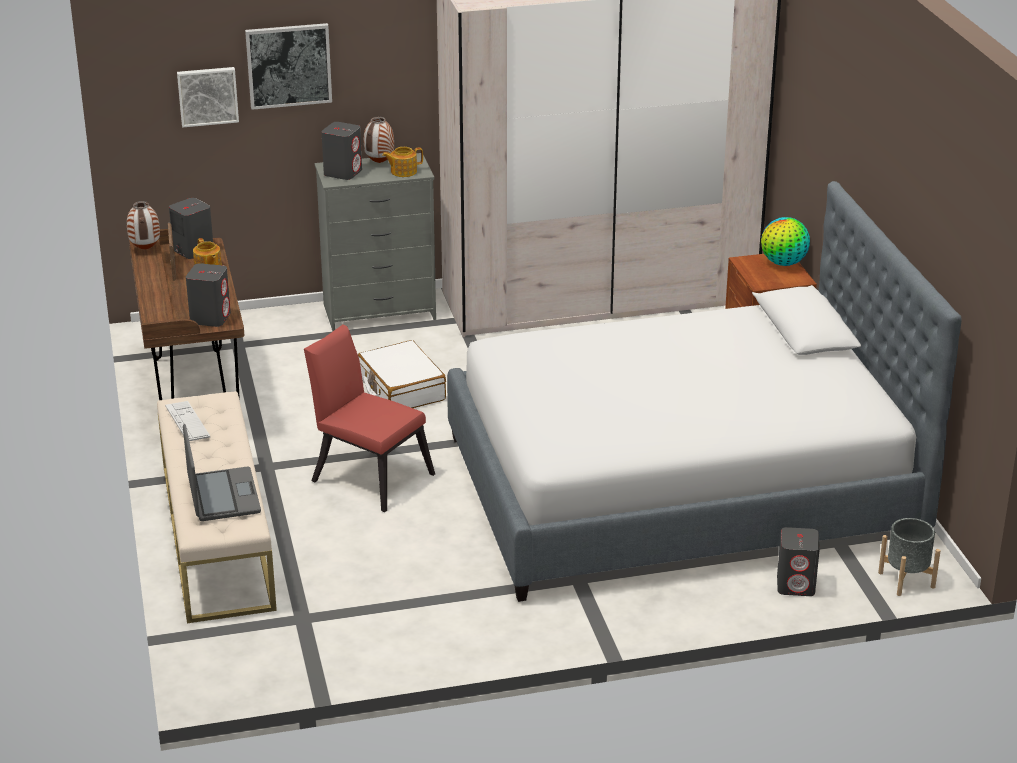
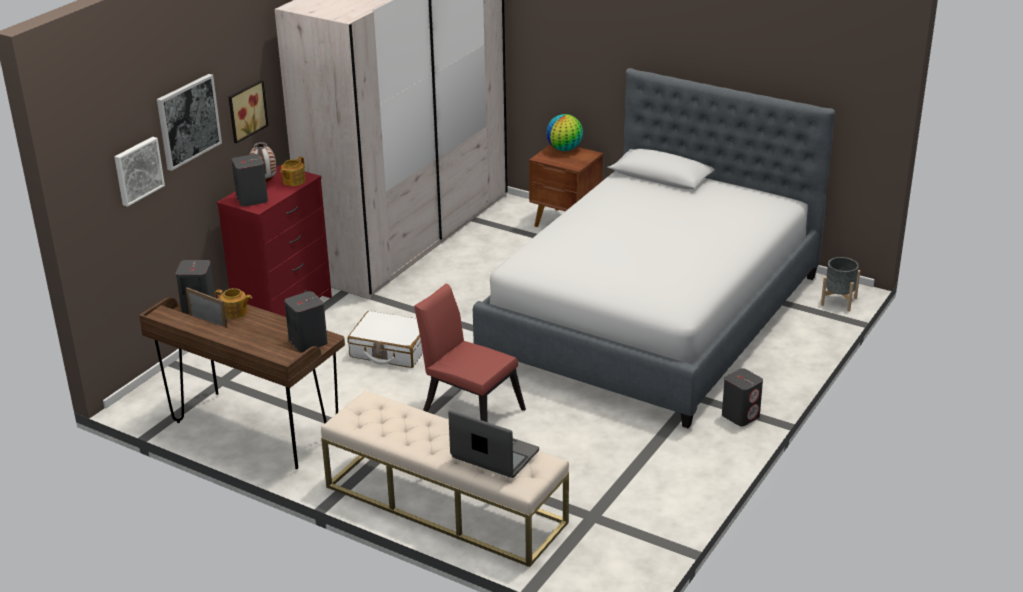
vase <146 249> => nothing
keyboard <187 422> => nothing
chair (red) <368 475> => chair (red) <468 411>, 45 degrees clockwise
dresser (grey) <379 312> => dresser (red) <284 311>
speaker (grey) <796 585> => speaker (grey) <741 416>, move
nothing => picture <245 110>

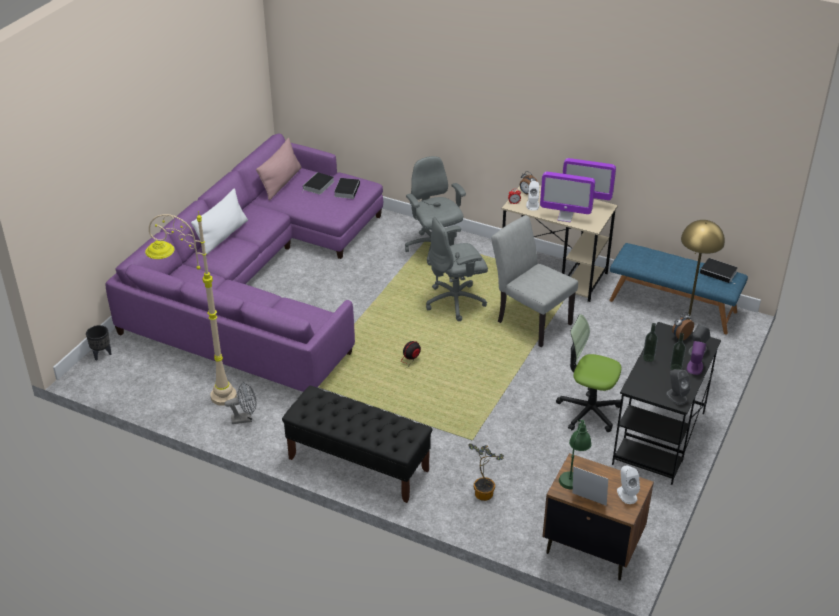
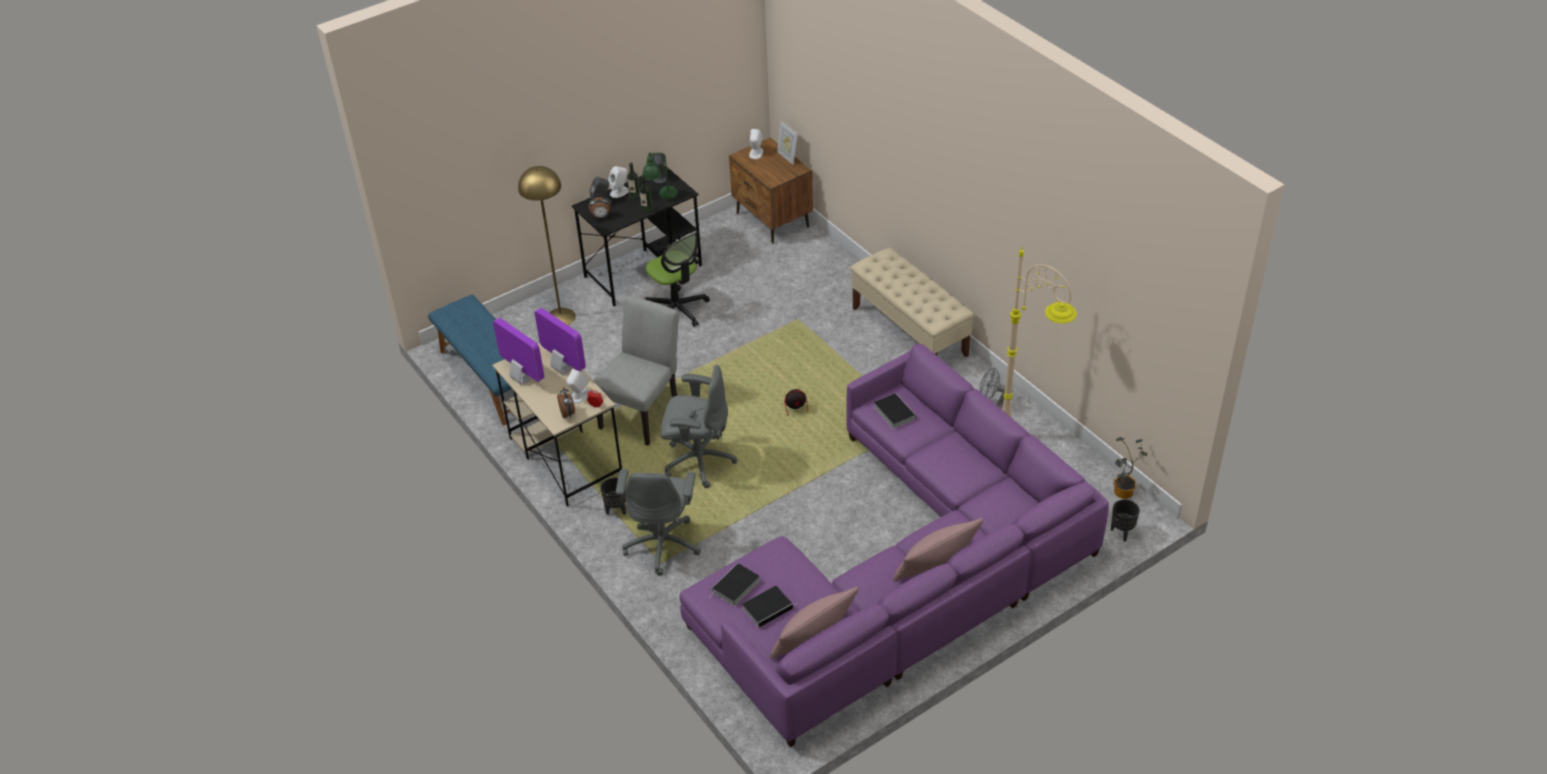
pillow (white) <222 236> => pillow (pink) <936 564>
bench (black) <358 464> => bench (beige) <910 331>
potted plant <484 492> => potted plant <1122 494>, move
chair (grey) <530 320> => chair (grey) <643 412>, 135 degrees counterclockwise
table lamp (green) <573 474> => table lamp (green) <661 196>, move
speaker (purple) <694 367> => speaker (white) <619 192>
book <719 273> => book <893 412>, move
nothing => planter (black) <616 510>

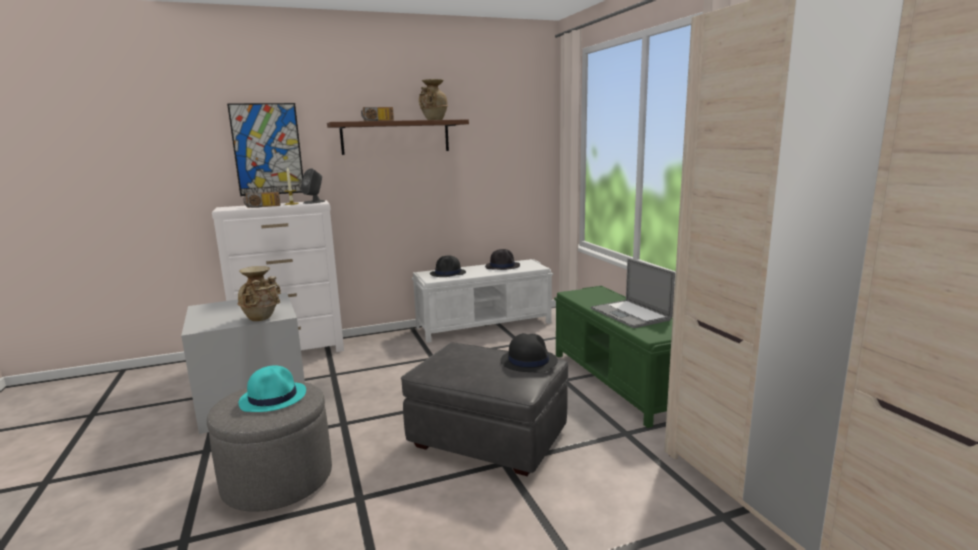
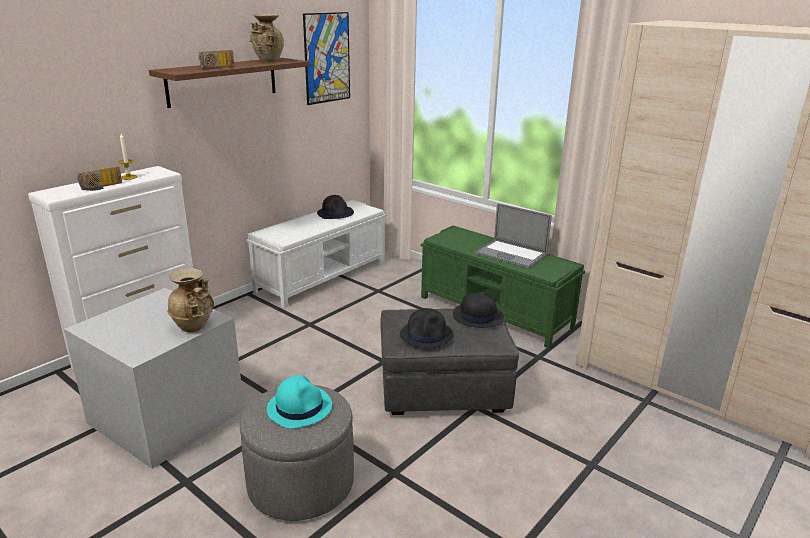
picture <267 149> => picture <327 58>, move
speaker (grey) <314 202> => nothing
hat (black) <448 273> => hat (black) <427 335>, move

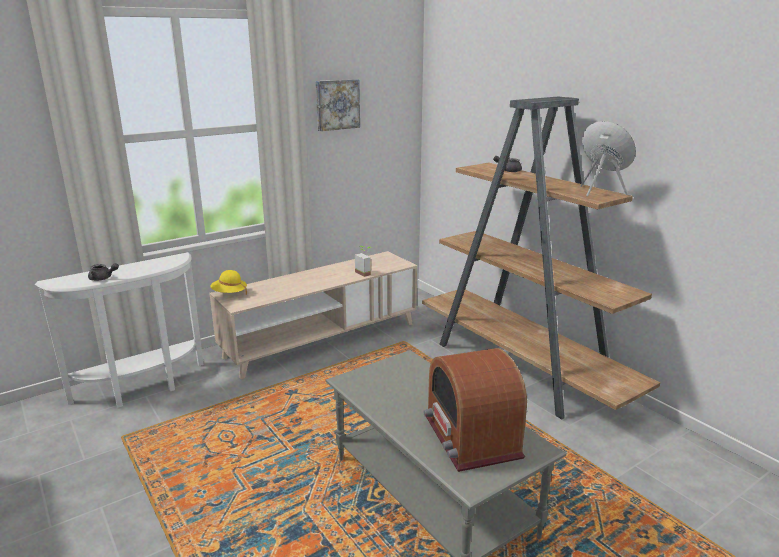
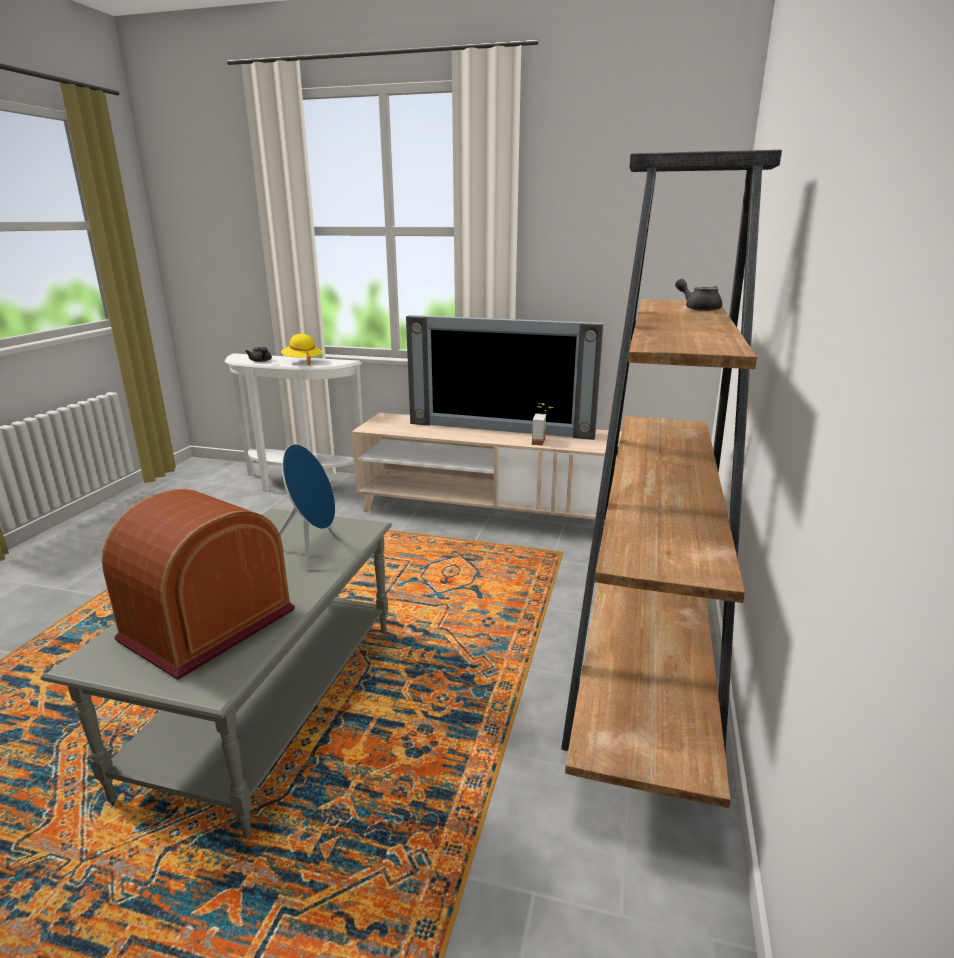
hat (yellow) <229 294> => hat (yellow) <302 362>, move
picture <337 104> => nothing
speaker (blue) <600 191> => speaker (blue) <312 550>, move
nothing => television <501 428>

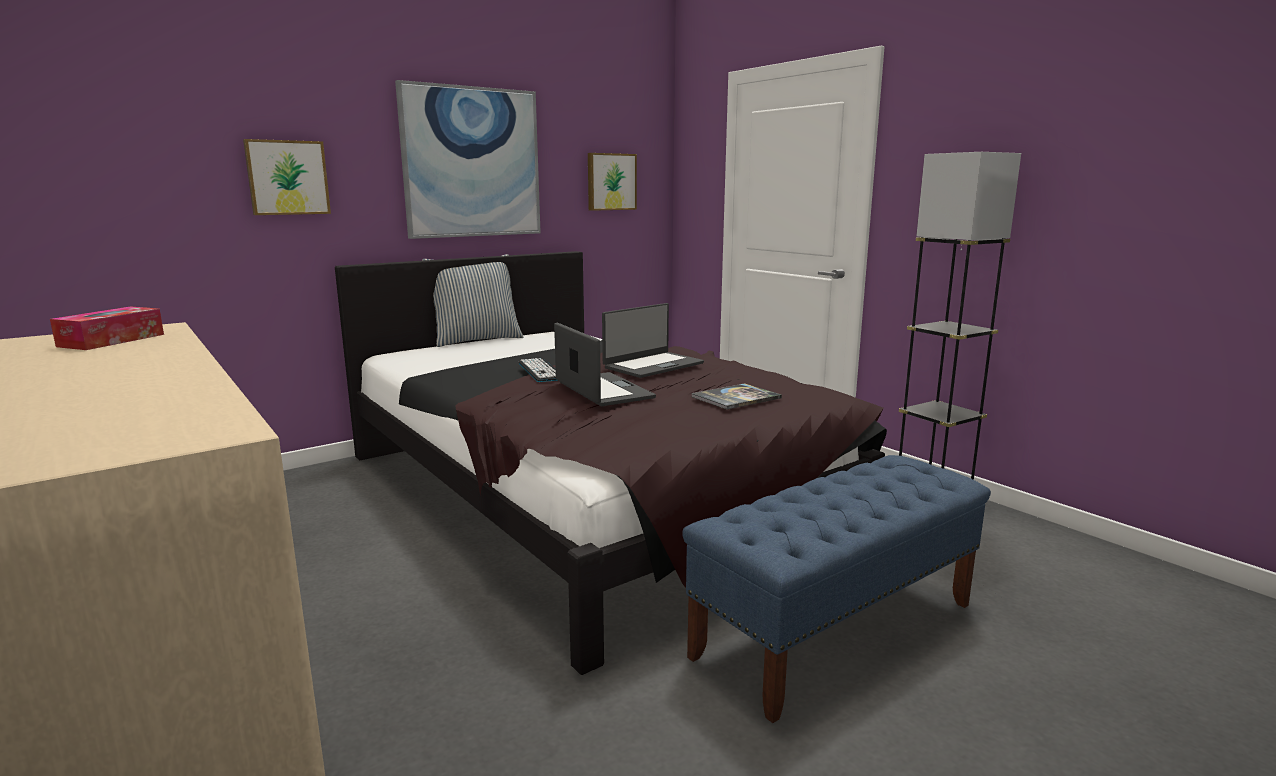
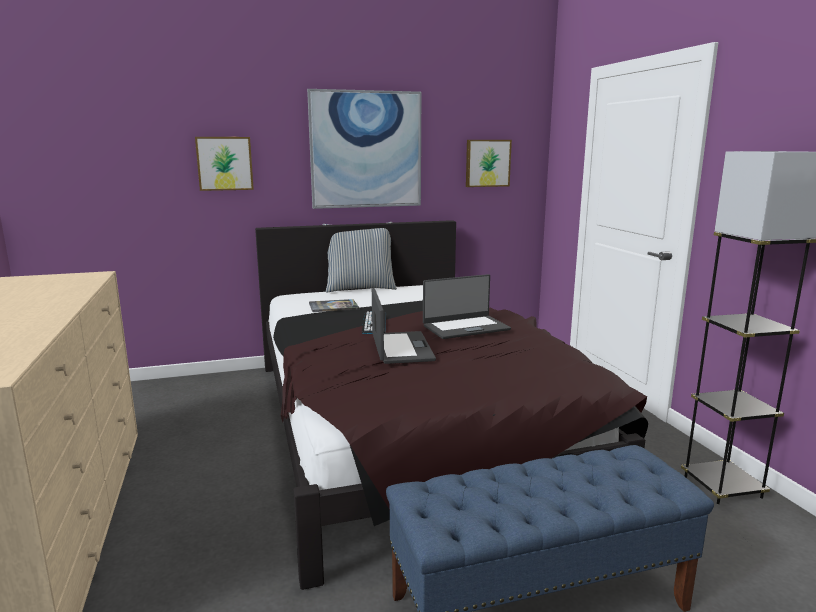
tissue box <112 340> => nothing
book <736 398> => book <333 306>, move

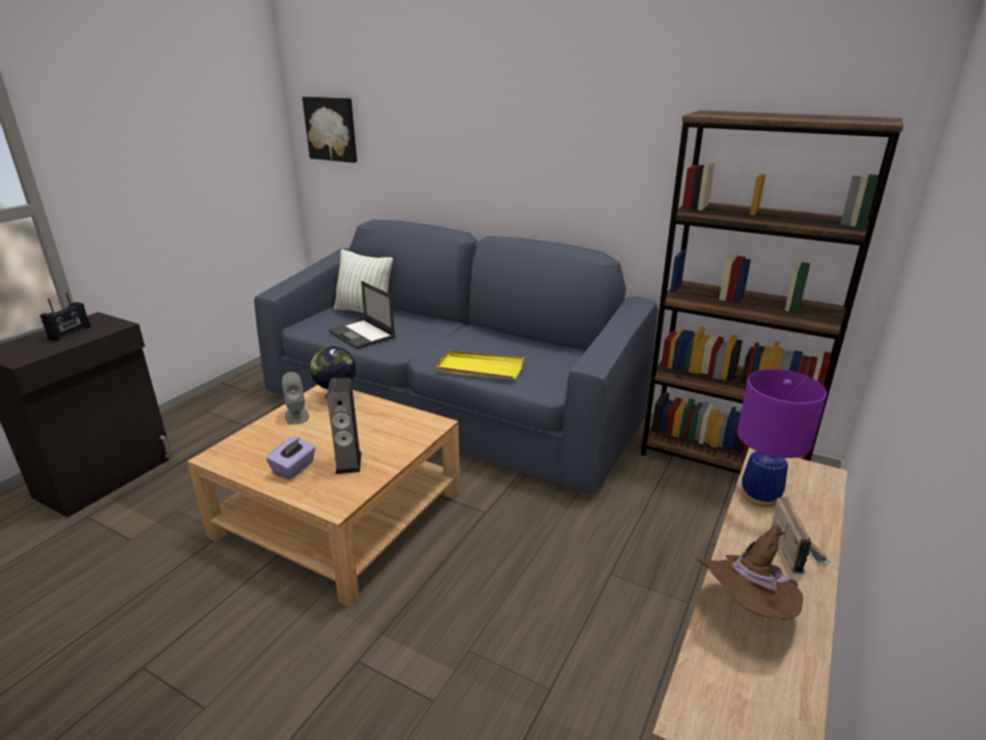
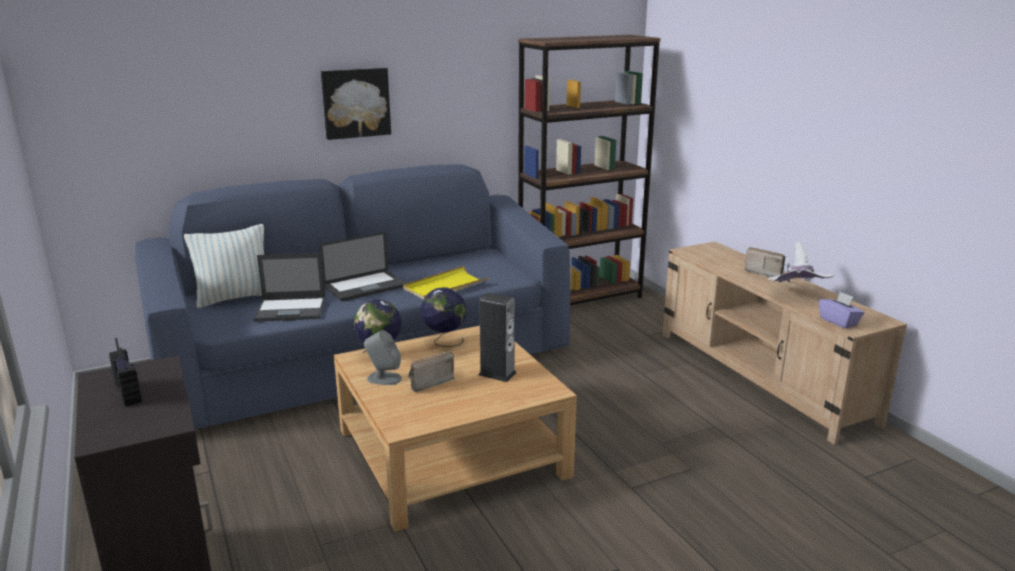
tissue box (purple) <294 468> => tissue box (purple) <839 321>, move
picture <332 129> => picture <355 103>, move
hat (brown) <745 610> => hat (white) <796 296>
table lamp (purple) <759 497> => nothing
nothing => laptop <365 287>
nothing => radio <428 383>
nothing => globe <444 341>

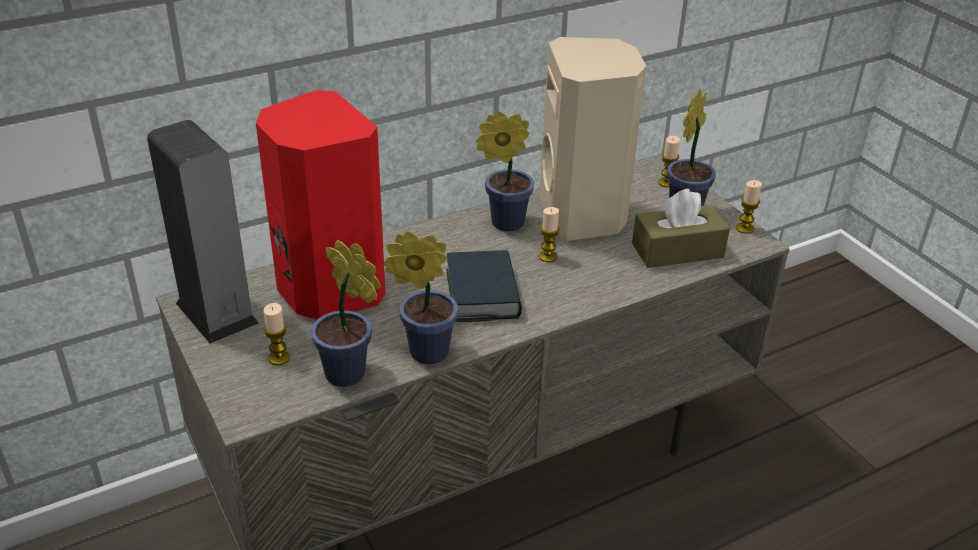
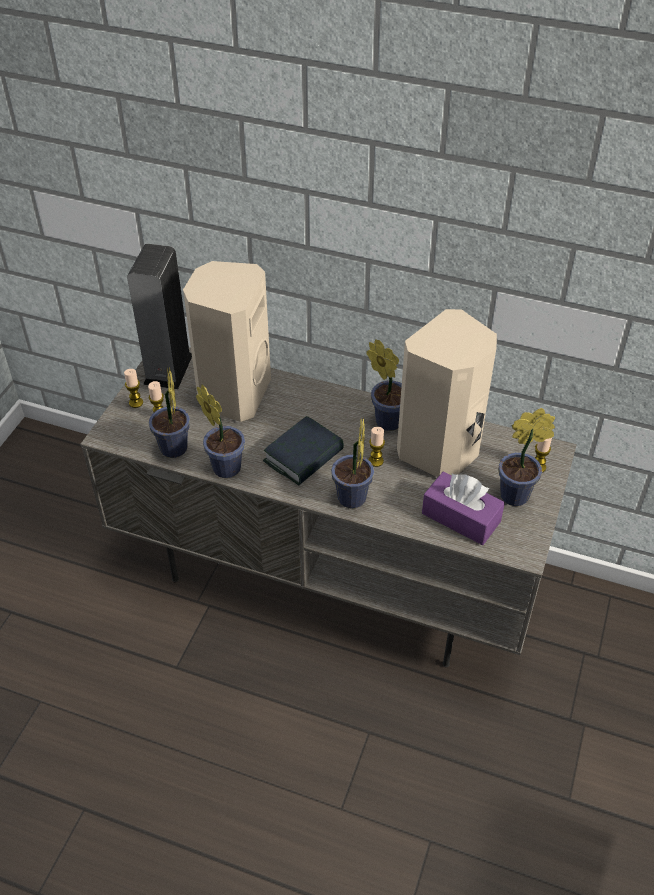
speaker (red) <327 290> => speaker (beige) <233 394>
tissue box (brown) <677 250> => tissue box (purple) <461 517>
candle <744 228> => candle <136 403>, move
nothing => potted plant <351 501>

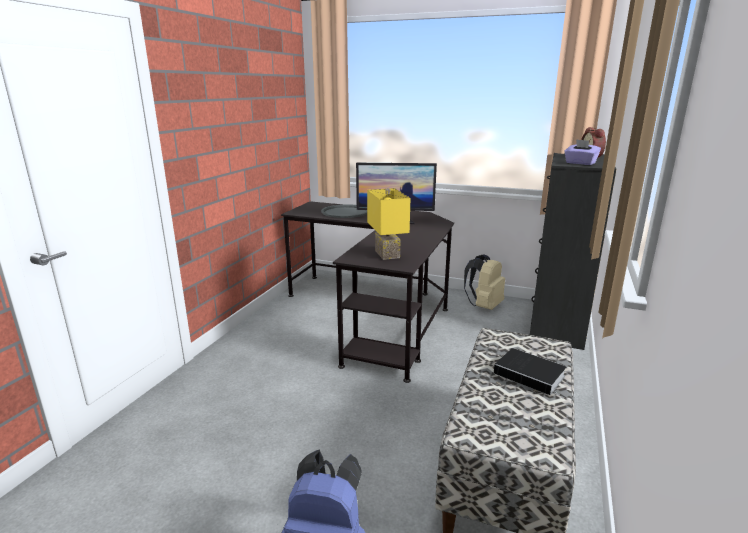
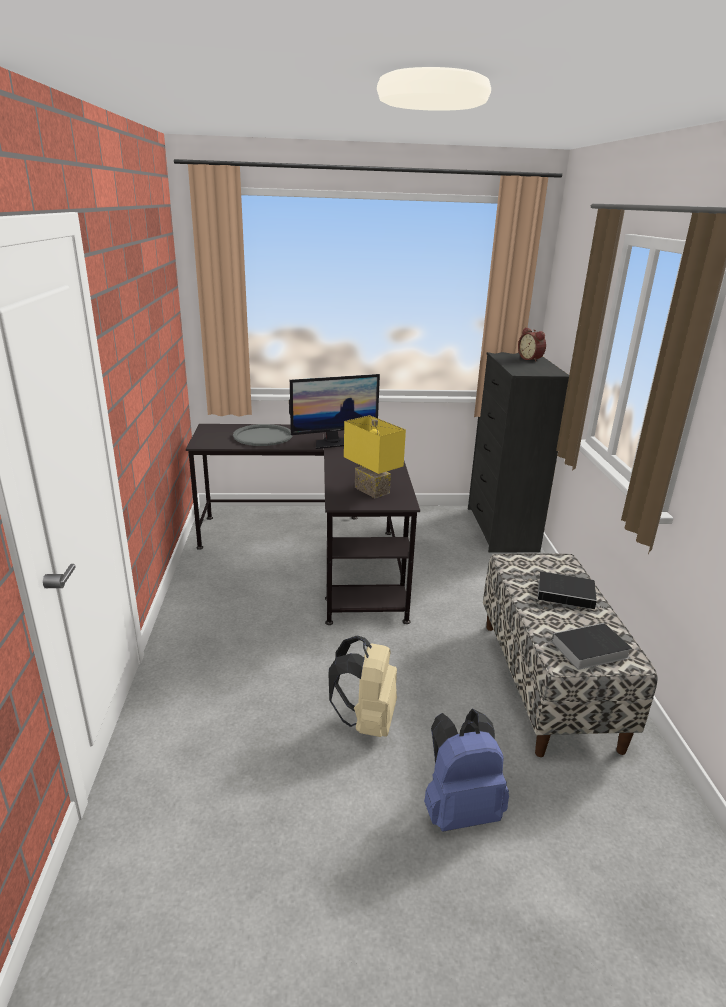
backpack (beige) <484 306> => backpack (beige) <366 720>, move
tissue box (purple) <580 163> => nothing
nothing => book <588 650>

